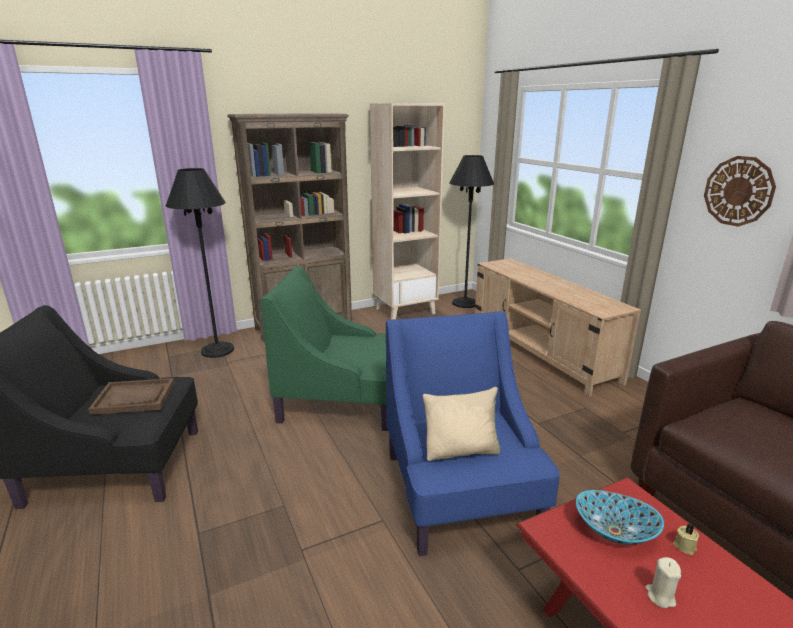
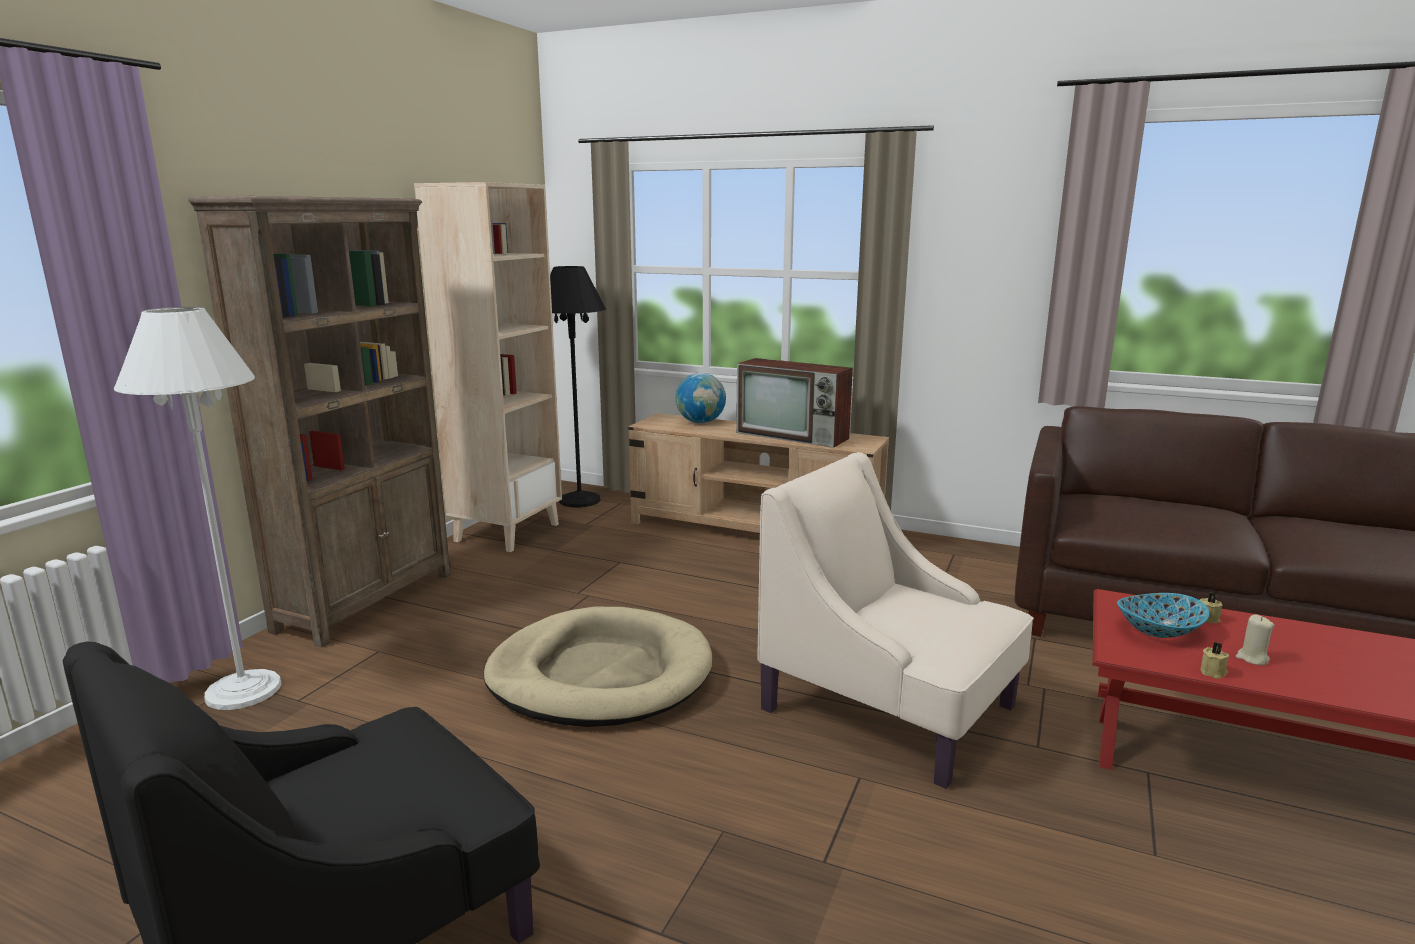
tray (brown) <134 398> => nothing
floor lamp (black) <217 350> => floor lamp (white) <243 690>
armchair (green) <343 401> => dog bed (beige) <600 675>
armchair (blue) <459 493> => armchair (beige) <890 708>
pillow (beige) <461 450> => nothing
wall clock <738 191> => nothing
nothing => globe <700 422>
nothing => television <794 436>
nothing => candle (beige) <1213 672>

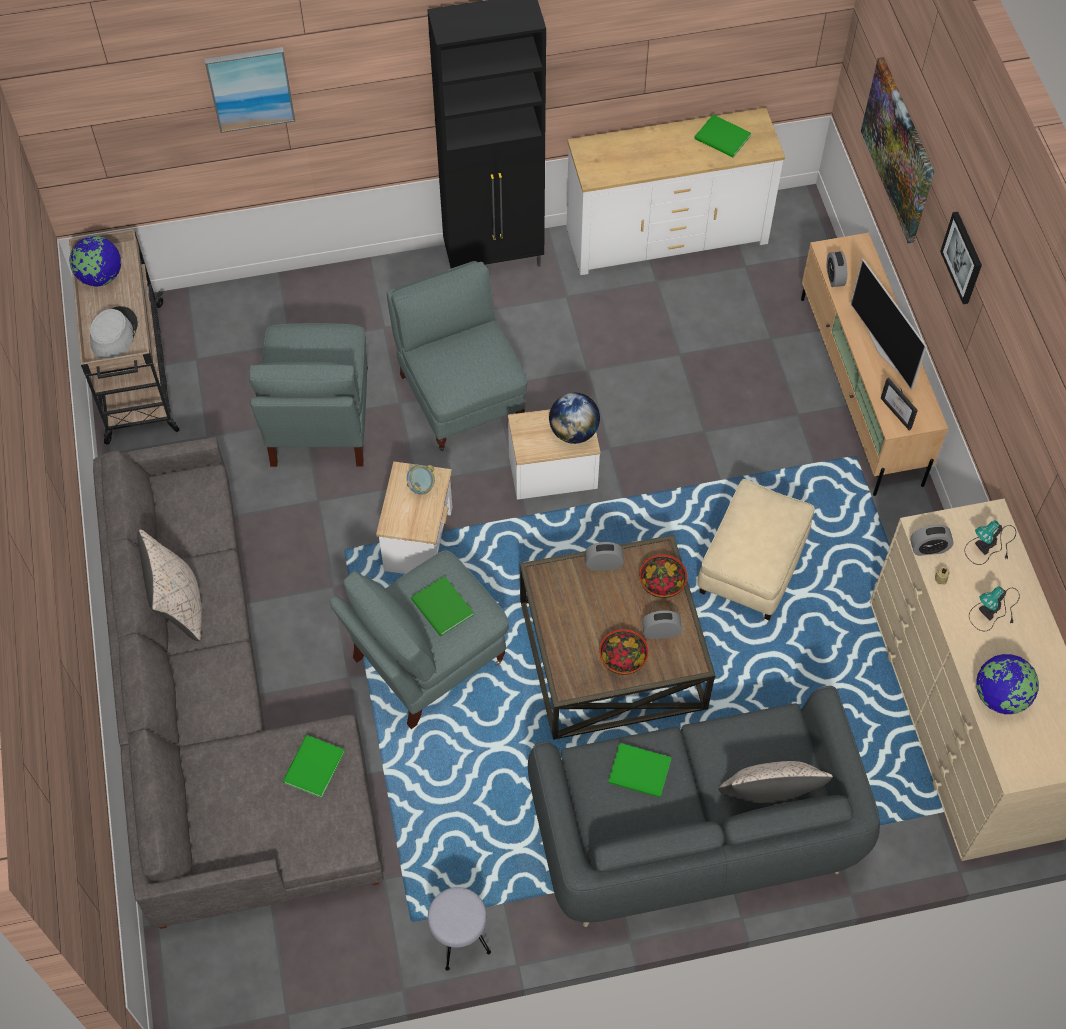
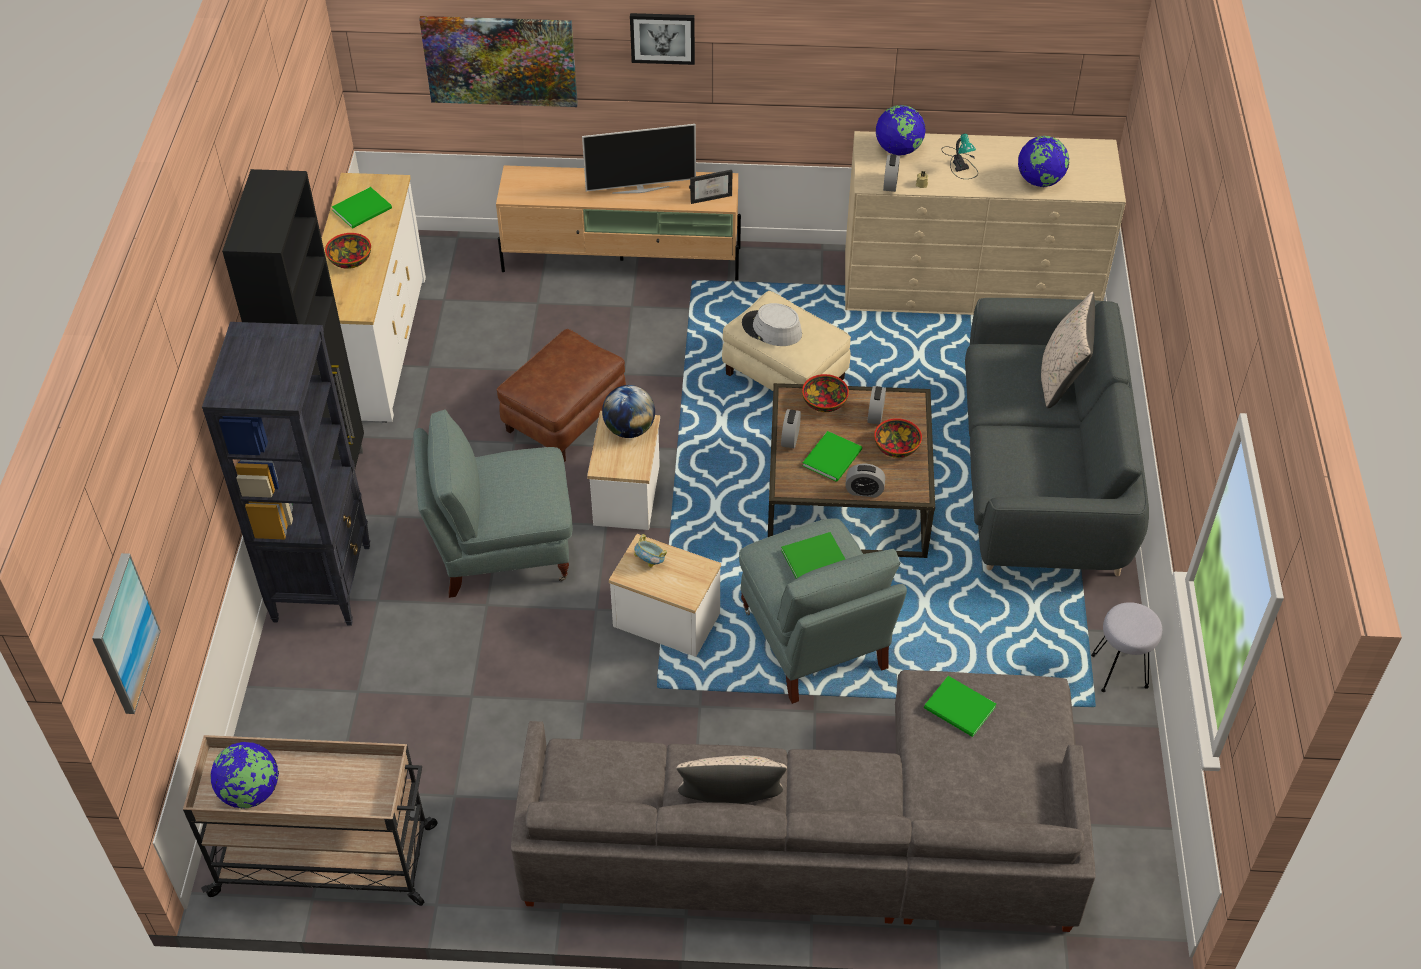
hat (grey) <114 334> => hat (grey) <771 329>, move
picture <250 88> => picture <123 634>, move
armchair (grey) <319 423> => nothing
book (green) <641 773> => book (green) <834 457>, move
alarm clock <834 277> => alarm clock <864 491>, move
table lamp <990 546> => globe <898 150>
nothing => bookcase (black) <322 582>
nothing => bowl <350 260>
nothing => ottoman (brown) <565 418>

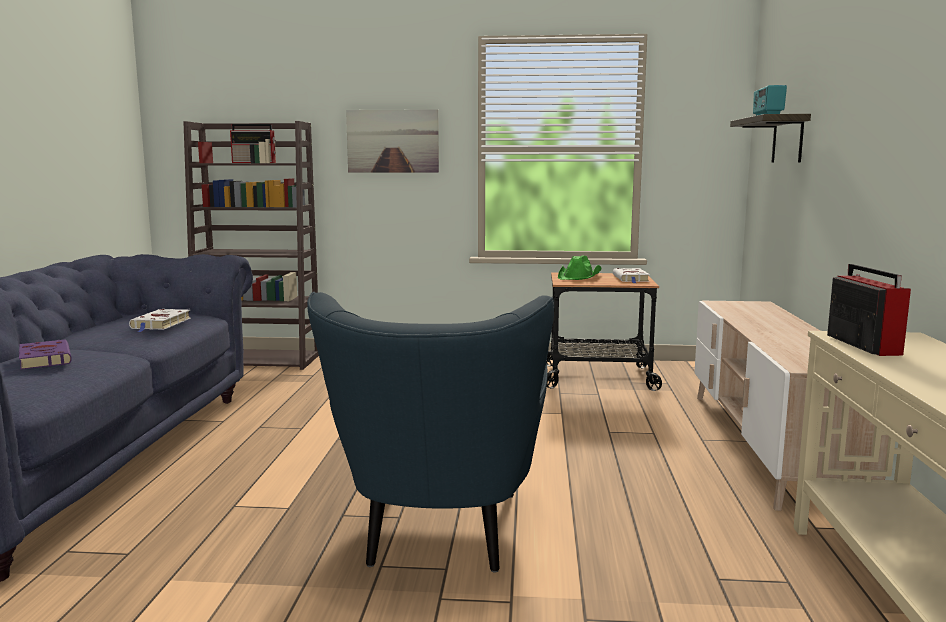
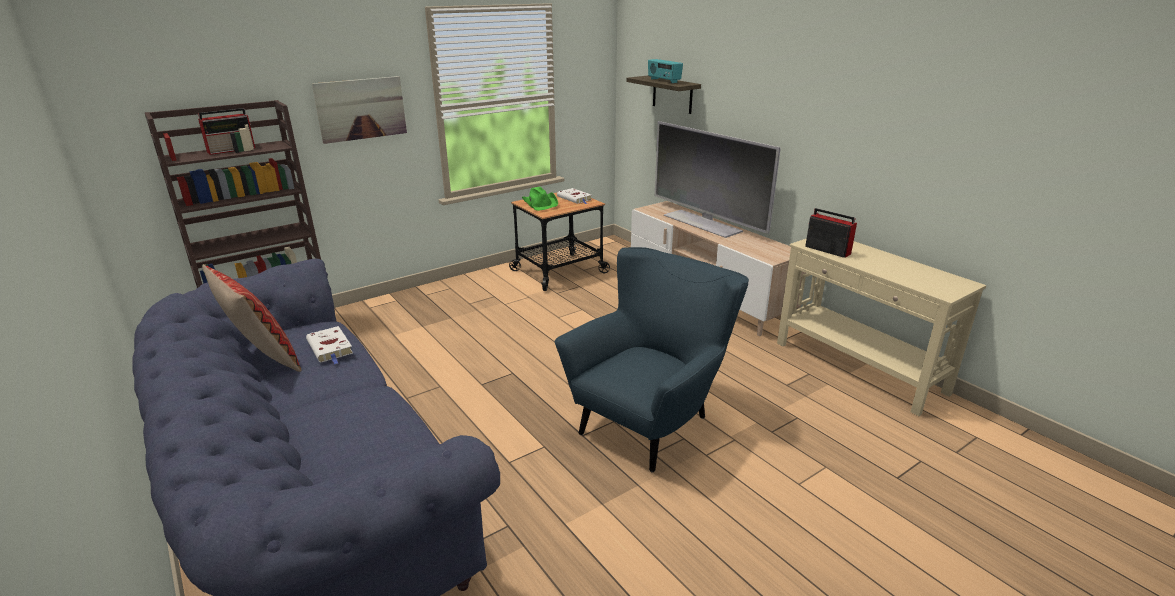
book (purple) <44 359> => nothing
armchair (blue) <440 535> => armchair (blue) <651 421>, 105 degrees counterclockwise
nothing => pillow <263 359>
nothing => television <703 223>

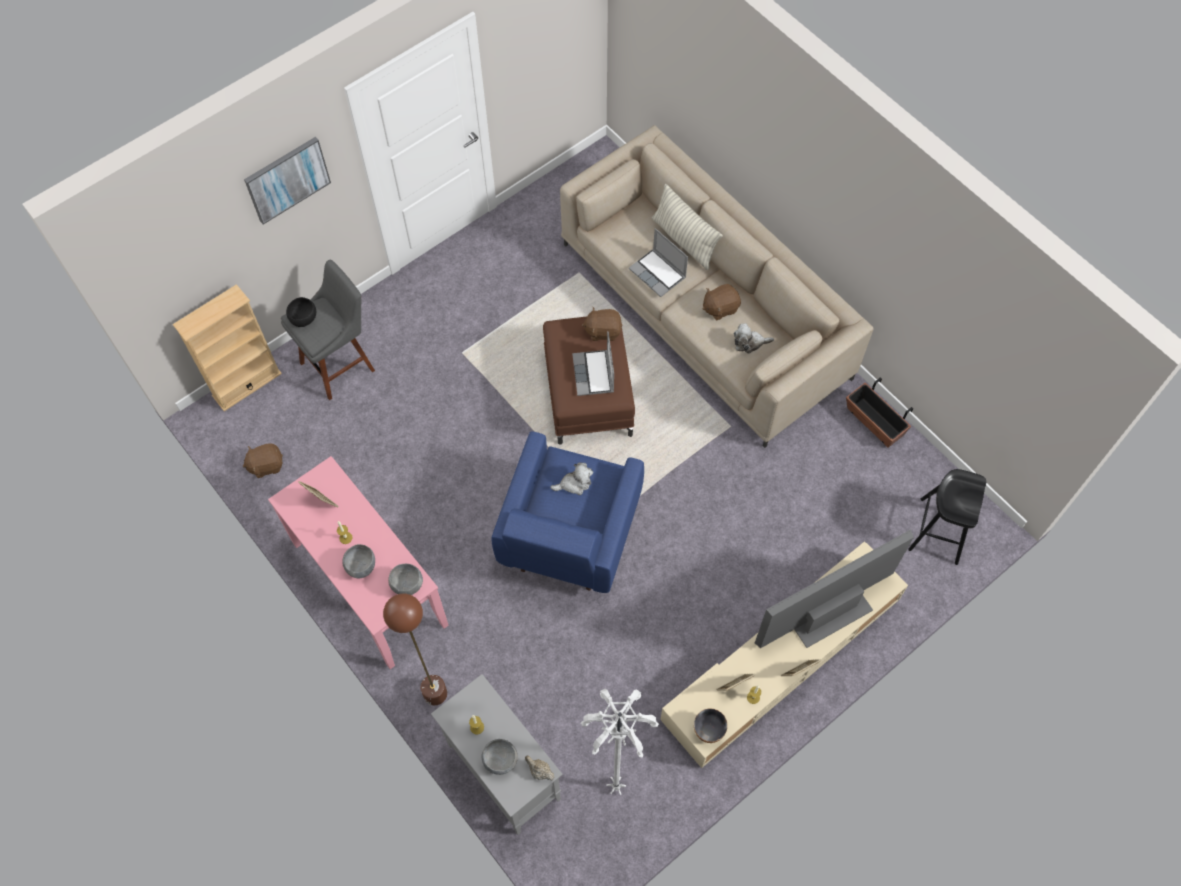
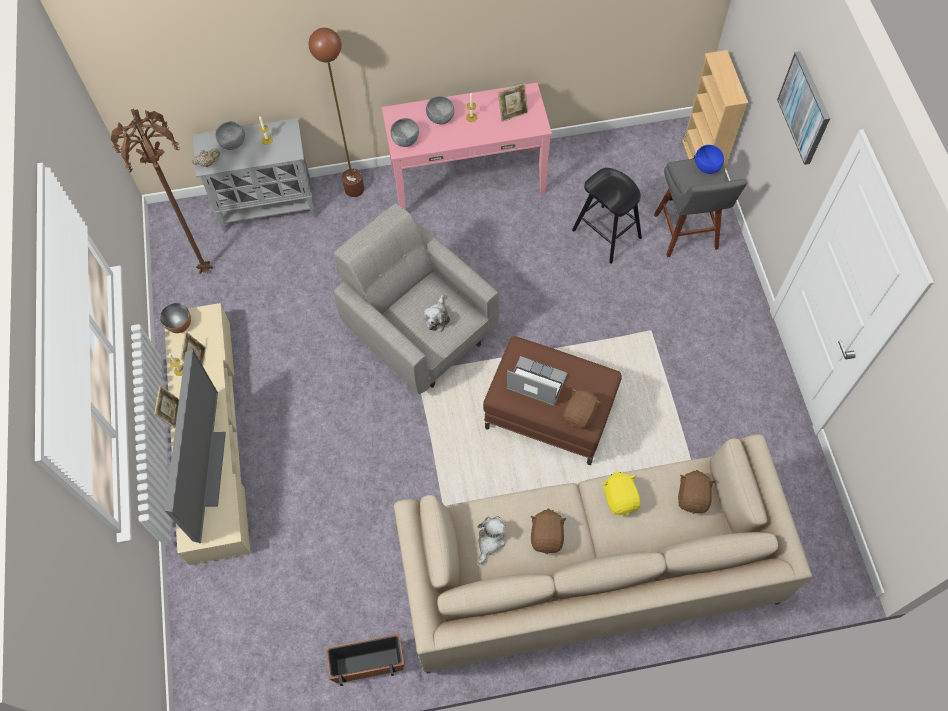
plush toy (brown) <266 465> => plush toy (brown) <693 497>, move
bowl (black) <304 319> => bowl (blue) <706 167>
armchair (blue) <568 538> => armchair (grey) <419 331>
floor lamp (white) <614 785> => floor lamp (brown) <207 270>
laptop <658 273> => plush toy (yellow) <620 498>
pillow <684 240> => nothing
stool (black) <939 531> => stool (black) <606 234>, move

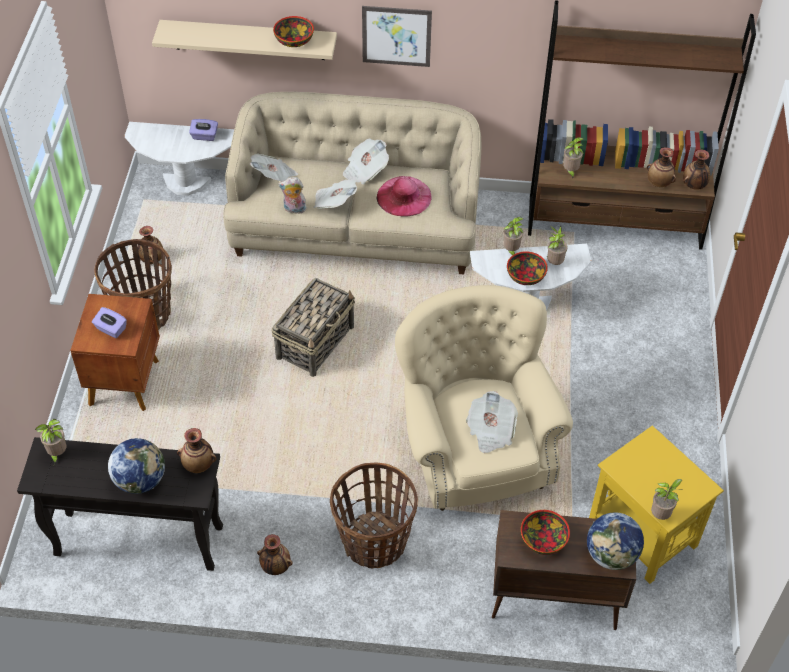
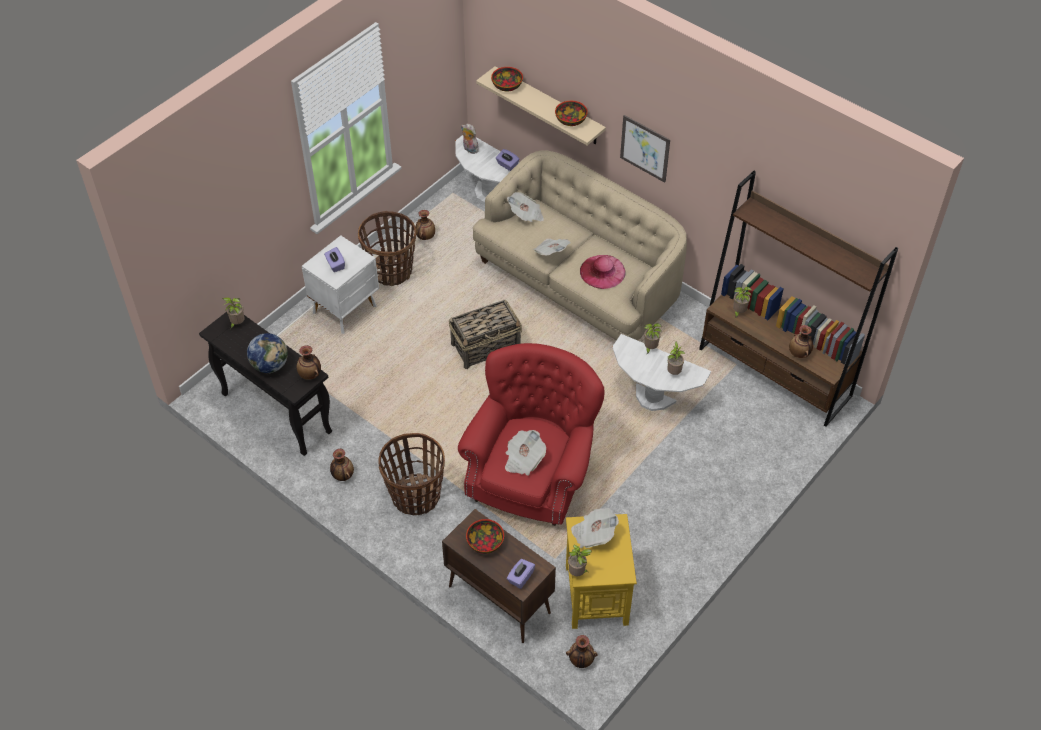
nightstand (brown) <126 382> => nightstand (white) <346 309>
plush toy <294 209> => plush toy <469 149>, move
newspaper <365 170> => newspaper <593 534>, move
armchair (beige) <475 449> => armchair (red) <531 475>
bowl <525 276> => bowl <507 85>, move
globe <611 555> => tissue box (purple) <520 577>
vase <694 186> => vase <581 660>, move

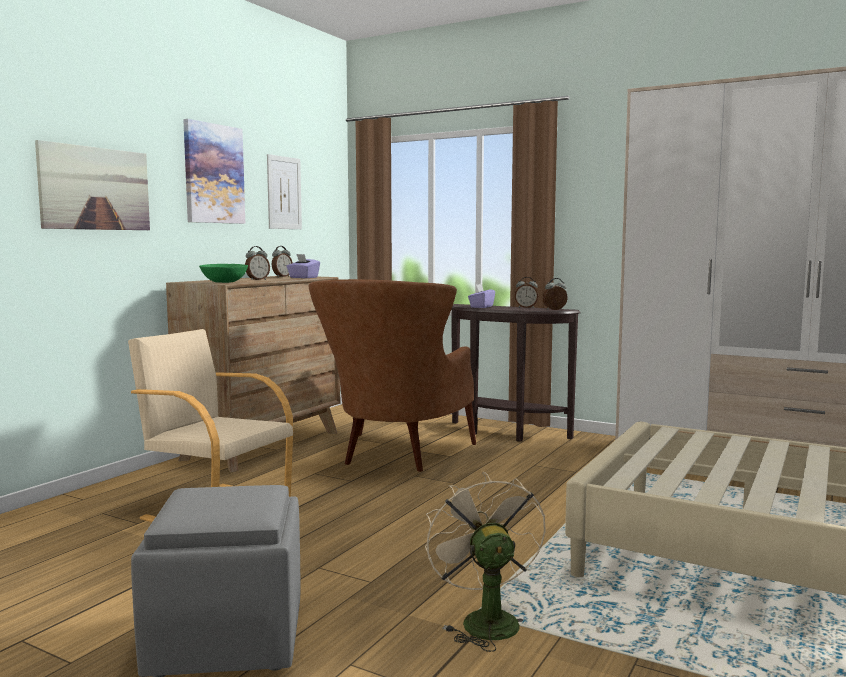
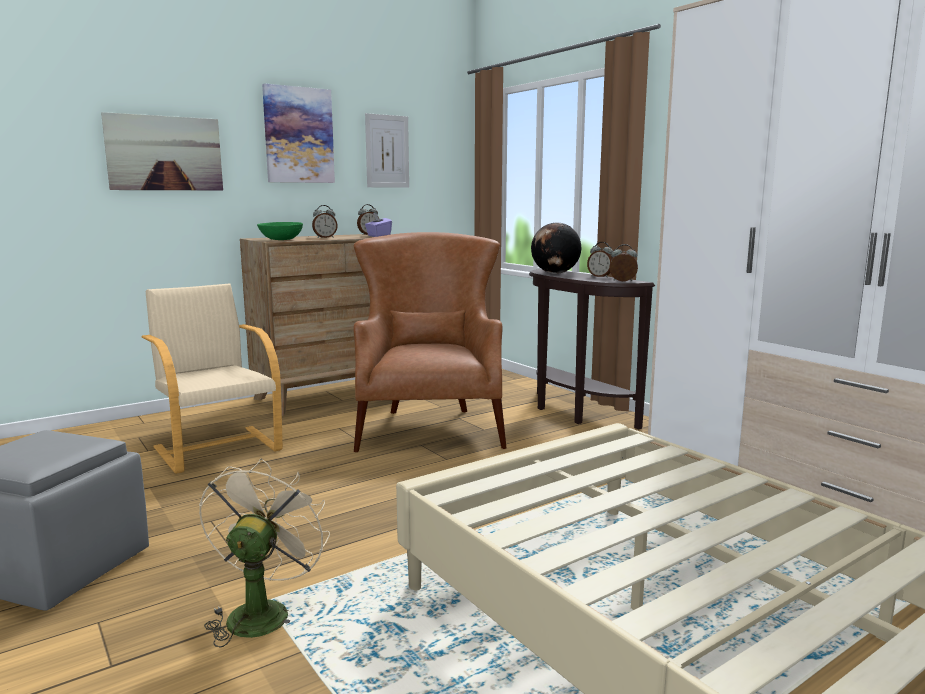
armchair (brown) <394 458> => armchair (brown) <429 423>, 135 degrees clockwise
tissue box (purple) <481 307> => globe <555 273>

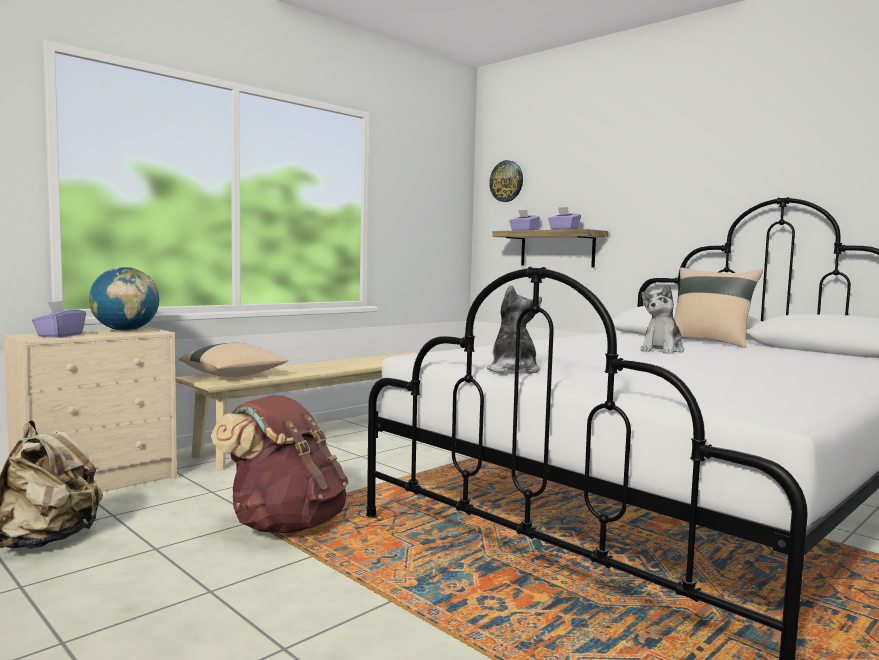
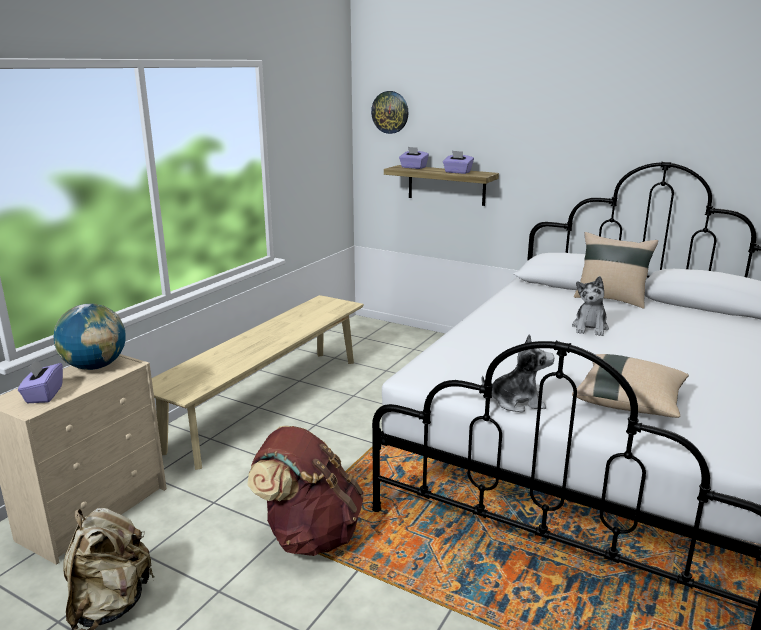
pillow (beige) <234 376> => pillow (beige) <629 402>, move
plush toy <512 370> => plush toy <517 402>, 105 degrees clockwise

